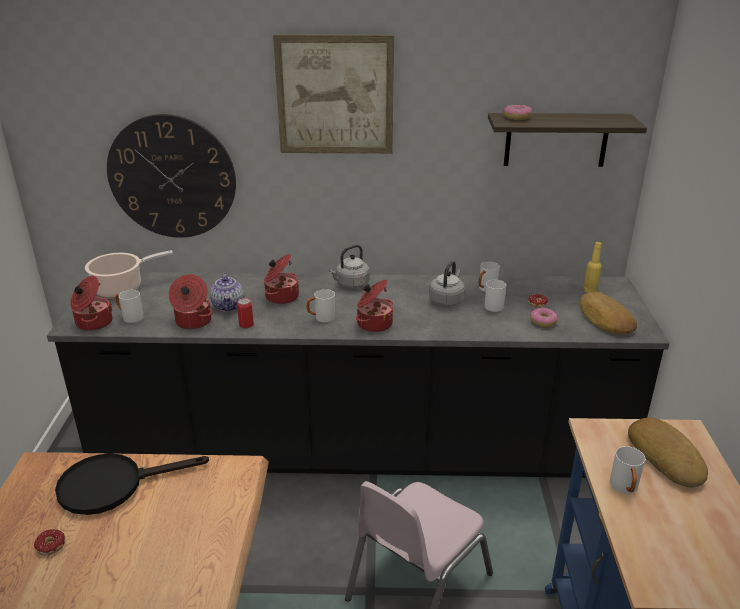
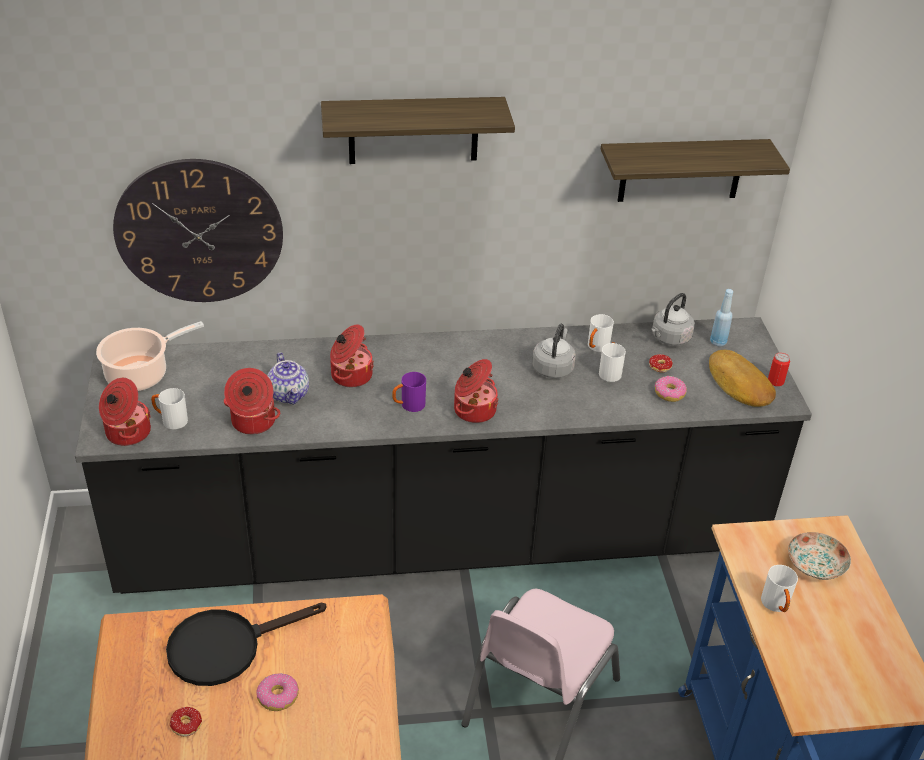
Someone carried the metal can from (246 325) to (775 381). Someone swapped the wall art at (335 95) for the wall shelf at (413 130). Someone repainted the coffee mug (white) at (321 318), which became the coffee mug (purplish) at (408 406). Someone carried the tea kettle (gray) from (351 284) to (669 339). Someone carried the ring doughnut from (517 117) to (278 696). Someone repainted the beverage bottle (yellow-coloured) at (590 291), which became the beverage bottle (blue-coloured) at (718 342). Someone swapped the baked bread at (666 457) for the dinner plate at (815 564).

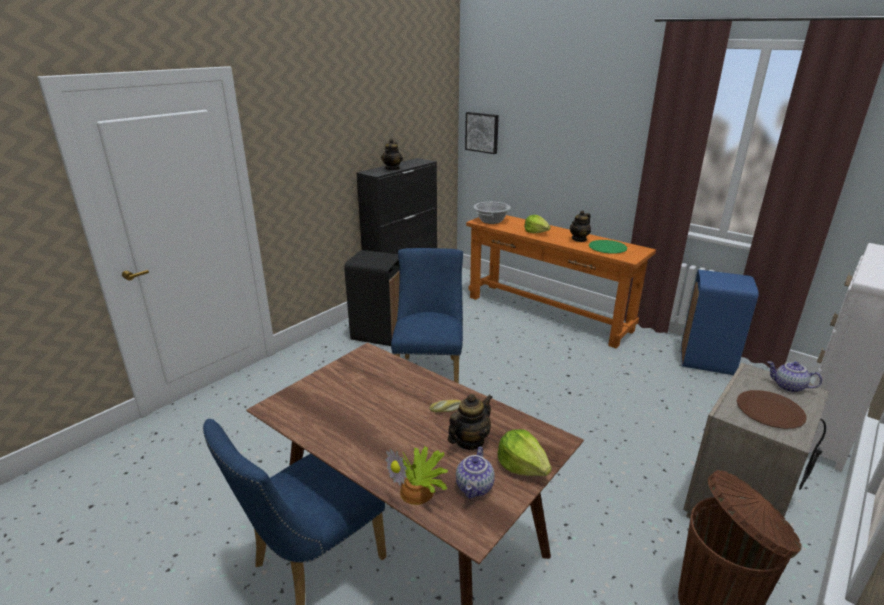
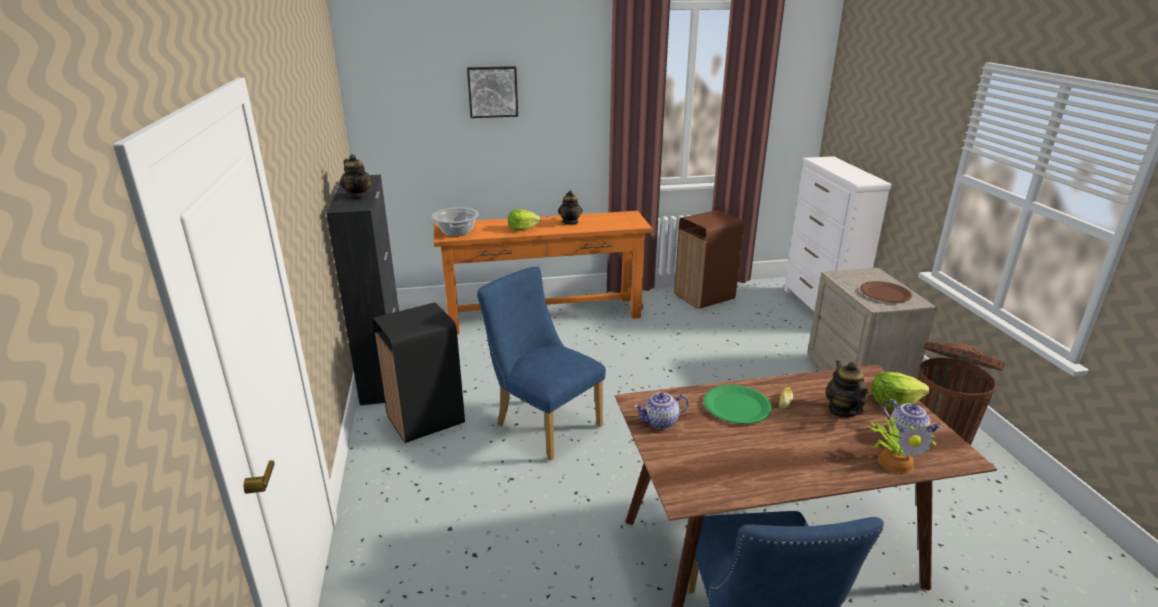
Someone carried the wall art from (482 132) to (492 91). Someone carried the dinner plate (green-coloured) from (607 248) to (737 406). Someone repainted the trash can (blue-coloured) at (707 361), which became the trash can (brown-coloured) at (705 297). Someone carried the tea pot from (788 387) to (660 423).

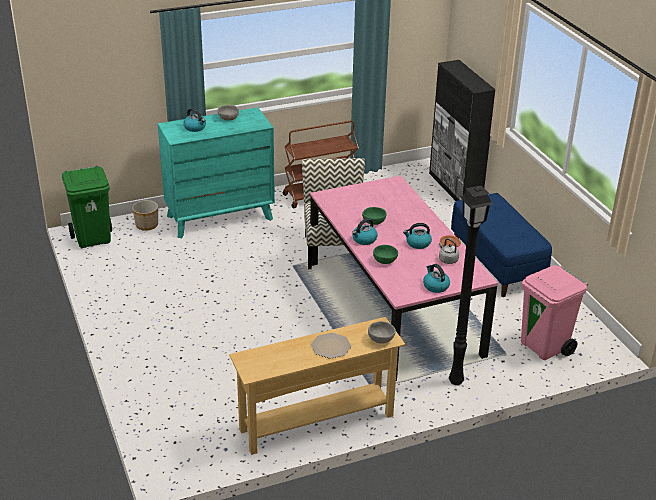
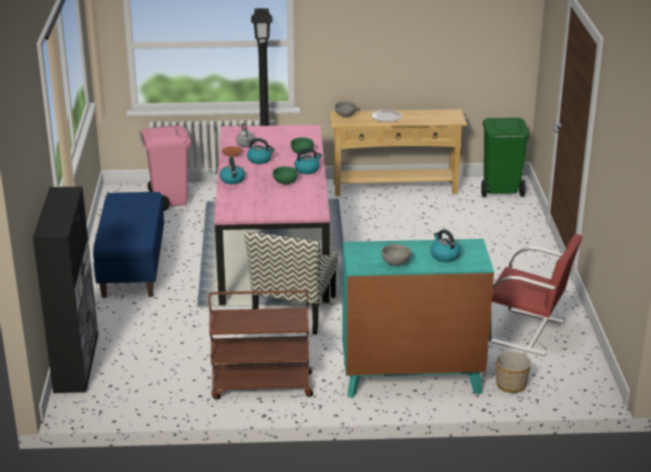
Someone carried the trash can (green-coloured) from (93 238) to (500 191). Someone carried the tea kettle from (435 286) to (233 180). Someone put down the chair (red-coloured) at (528 332).

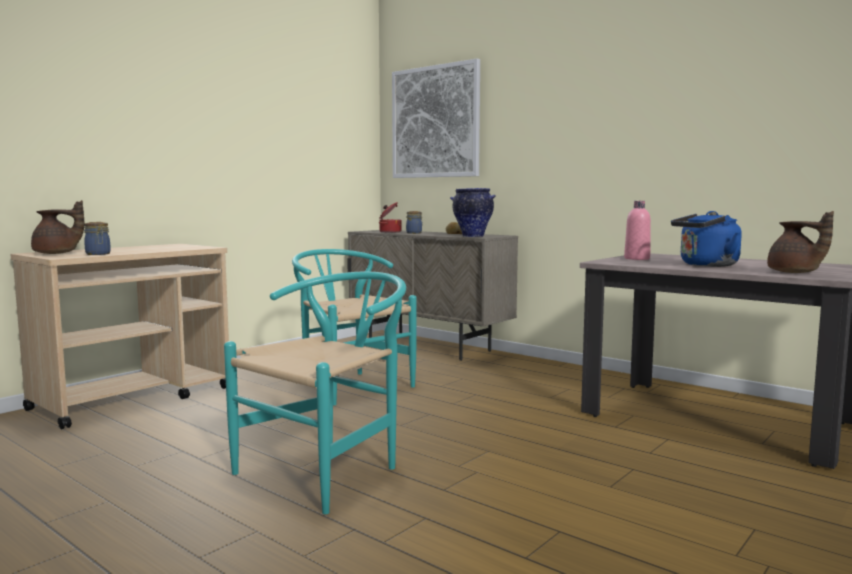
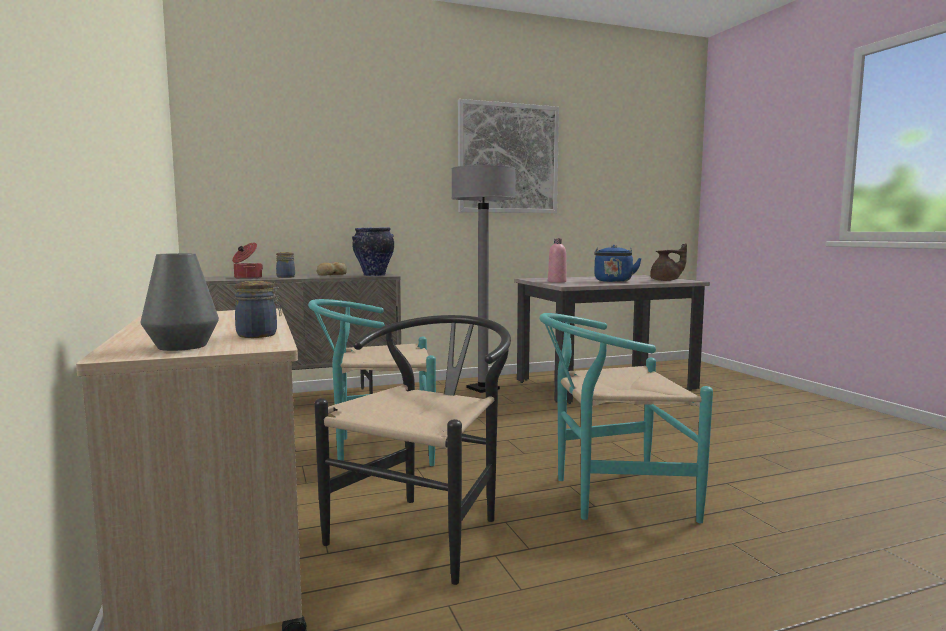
Someone swapped the tea pot (brown-coloured) at (57 253) for the flower vase (gray) at (182 346). Someone rotated the chair (turquoise) at (329 469) by 75 degrees counterclockwise. Someone carried the wall art from (435 122) to (508 158). Someone put down the chair (black) at (427 529). Someone put down the standing lamp (gray) at (483 389).

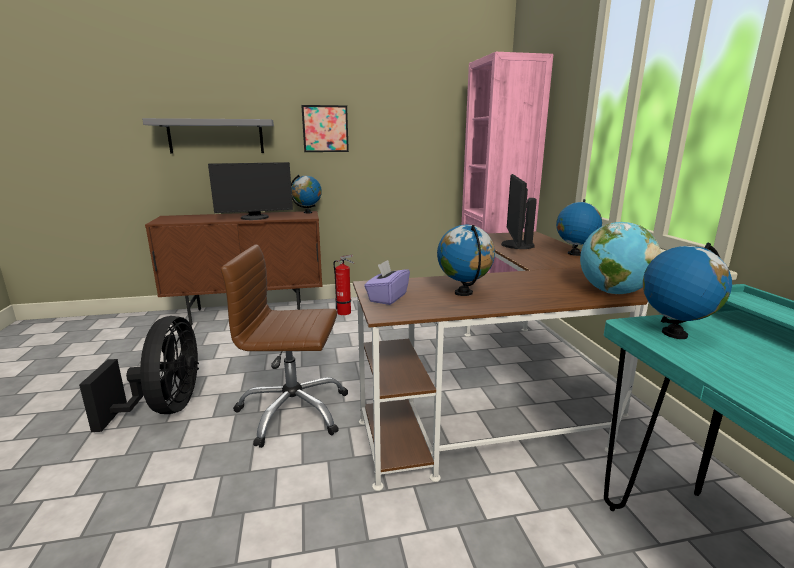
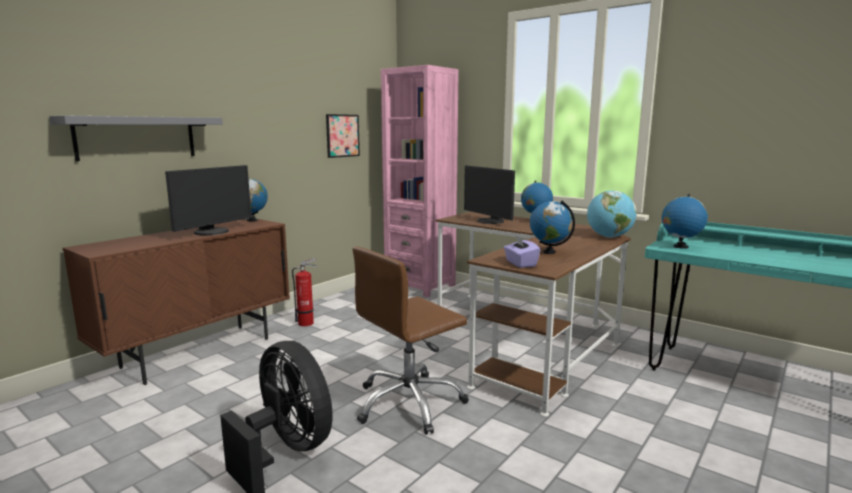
Someone carried the wall art from (325 129) to (342 135).

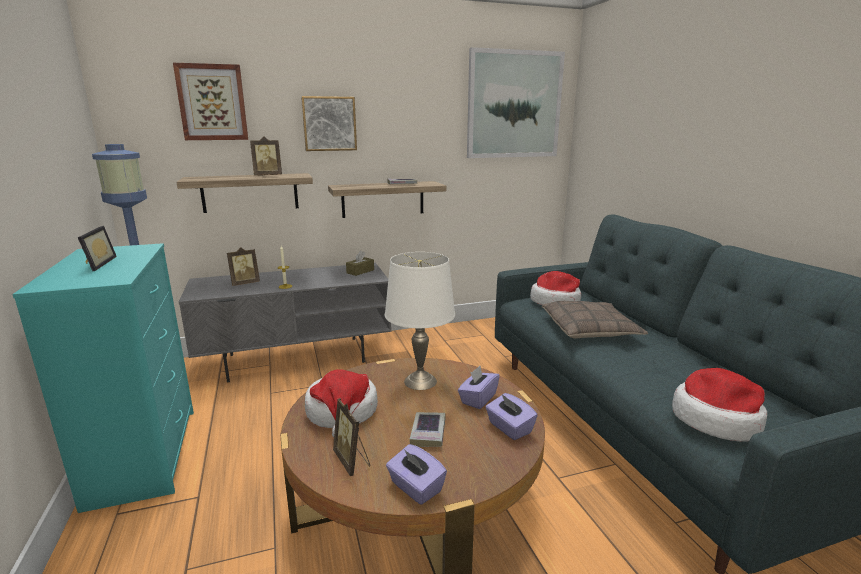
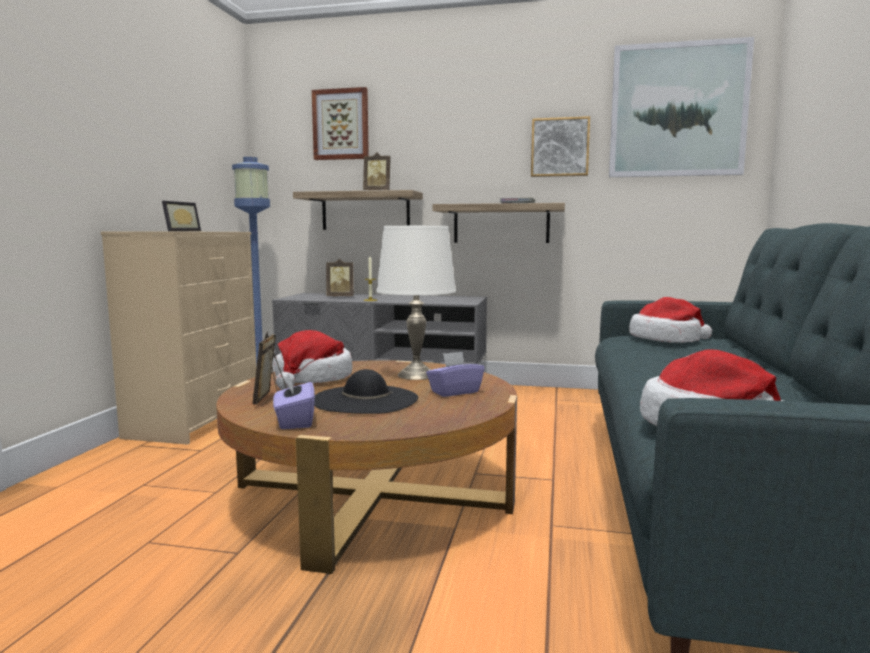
Someone repainted the drawer chest (turquoise) at (144 454), which became the drawer chest (beige-coloured) at (195 420). Someone carried the wall art from (329 124) to (560 147). Someone took away the tissue holder (brown-coloured) at (360 271). Someone swapped the bound book at (428 432) for the wearable hat (black) at (365 399). Someone took away the tissue holder (purplish) at (509 428). Someone took away the cushion at (590 329).

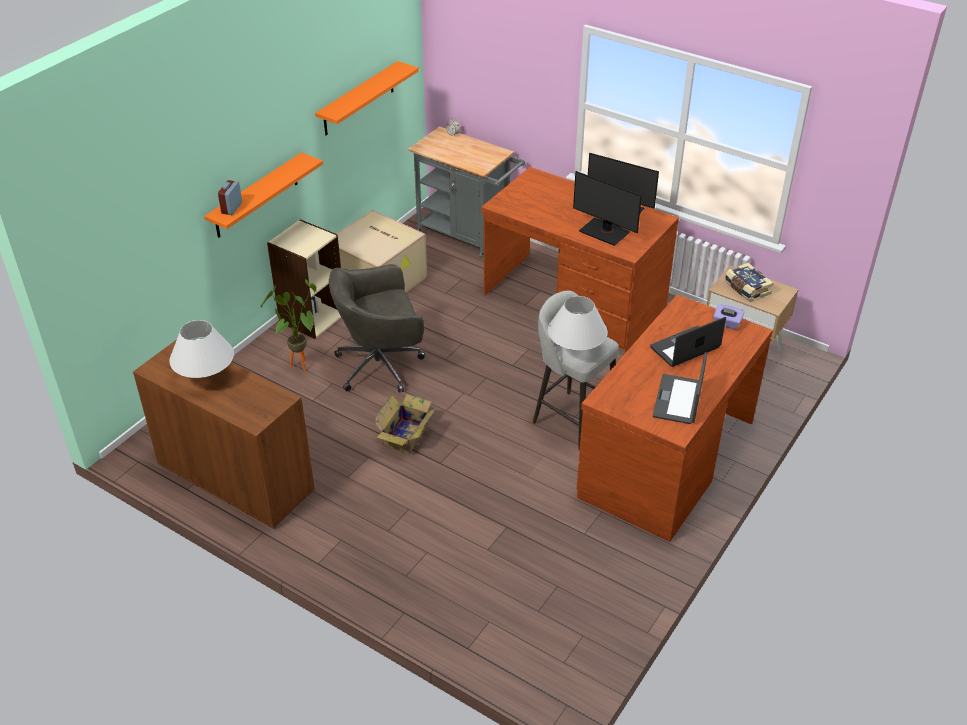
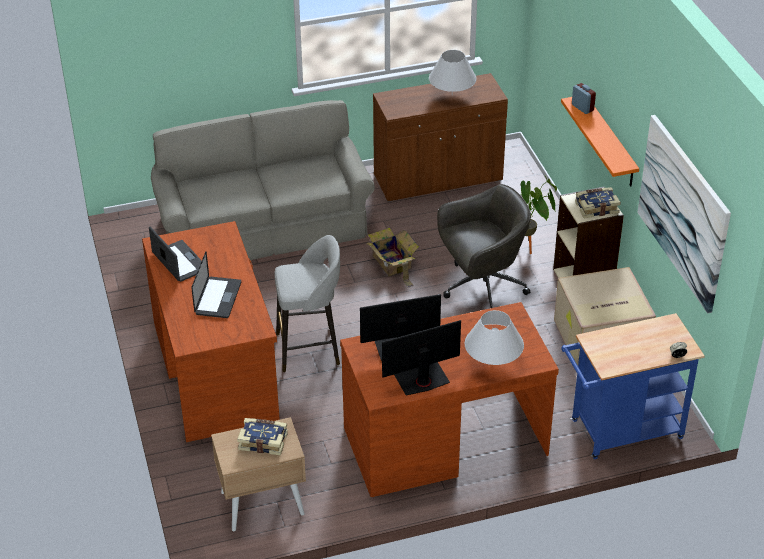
Someone swapped the wall shelf (orange) at (358 99) for the wall art at (683 212). Someone rotated the desk chair (gray) at (381 365) by 45 degrees clockwise. Someone repainted the trolley (gray) at (468 236), which became the trolley (blue-coloured) at (620 432). Someone carried the tabletop lamp (white) from (576 350) to (493 362). Someone took away the tissue holder (purplish) at (726 323). Someone put down the couch (gray) at (264 227). Someone put down the bound book at (596 207).

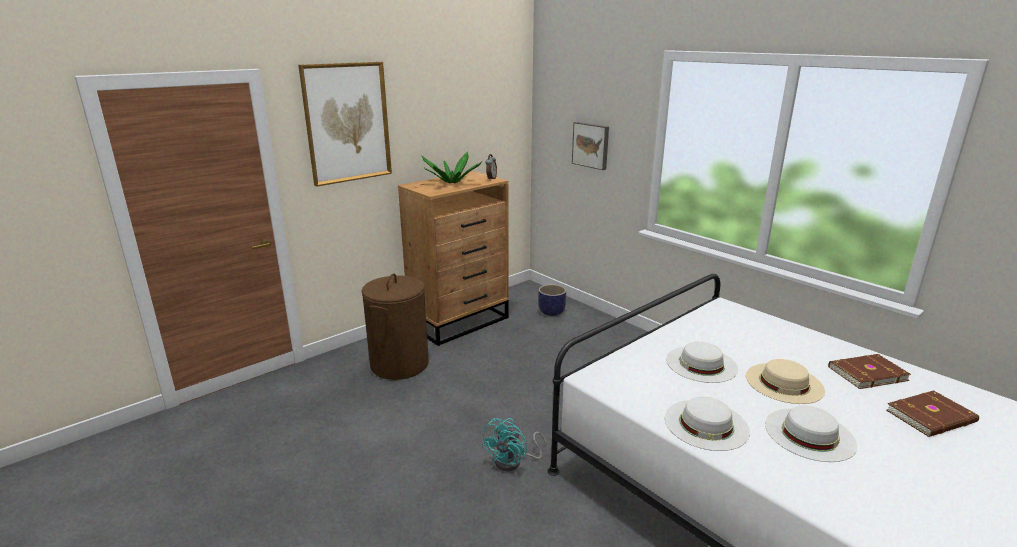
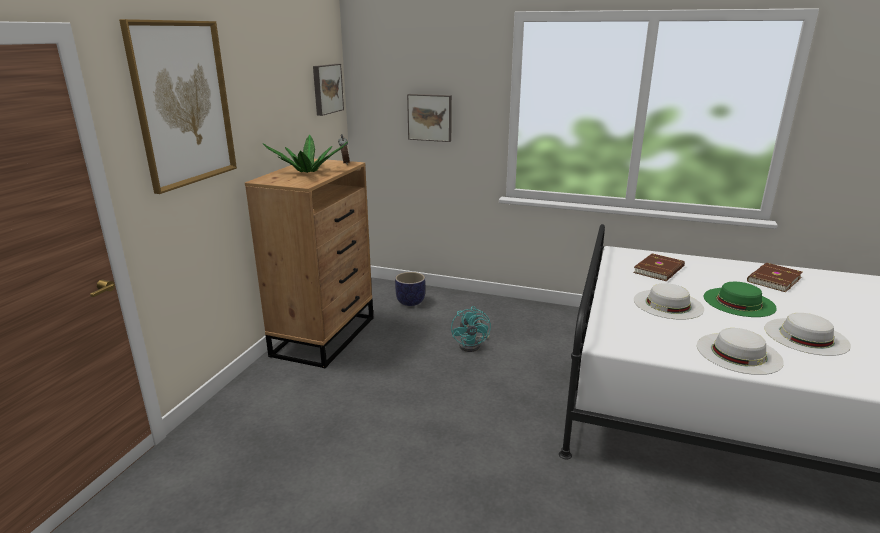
Someone took away the laundry basket (brown-coloured) at (399 364). Someone carried the electric fan (turquoise) from (513 462) to (473 345). Someone repainted the wearable hat (beige-coloured) at (784 383), which became the wearable hat (green-coloured) at (738 302). Someone carried the bound book (brown-coloured) from (932 417) to (659 270). Someone put up the wall art at (326 89).

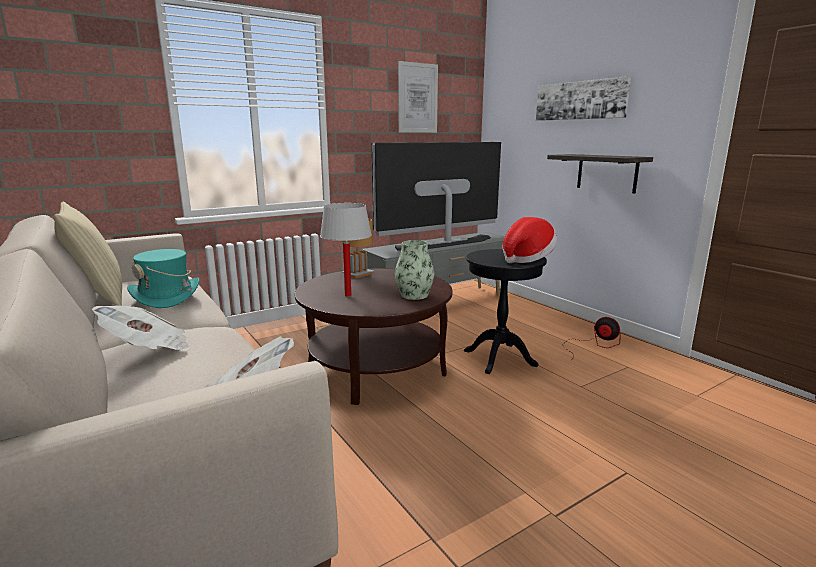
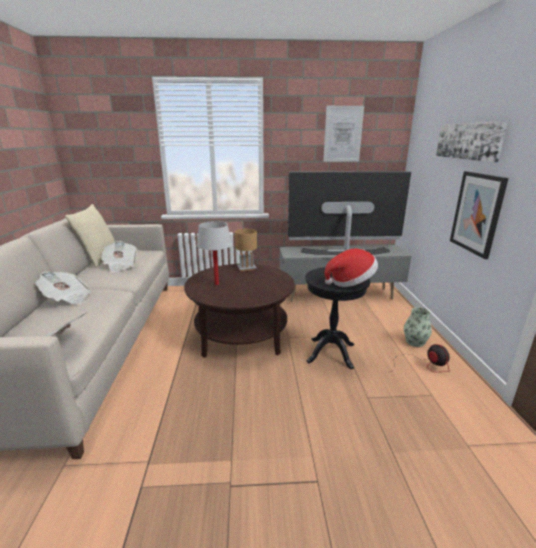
Someone swapped the wearable hat (turquoise) at (166 296) for the printed paper at (120 265). Someone carried the flower vase from (414 295) to (415 342). Someone swapped the wall shelf at (607 173) for the wall art at (477 213).

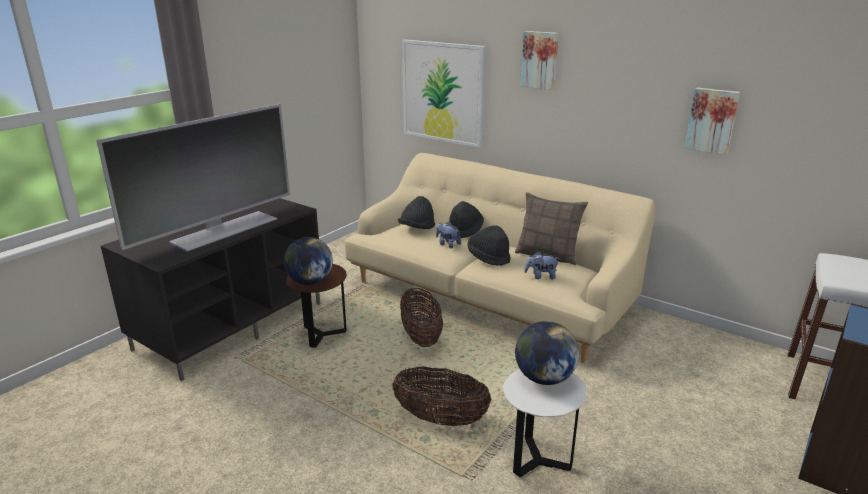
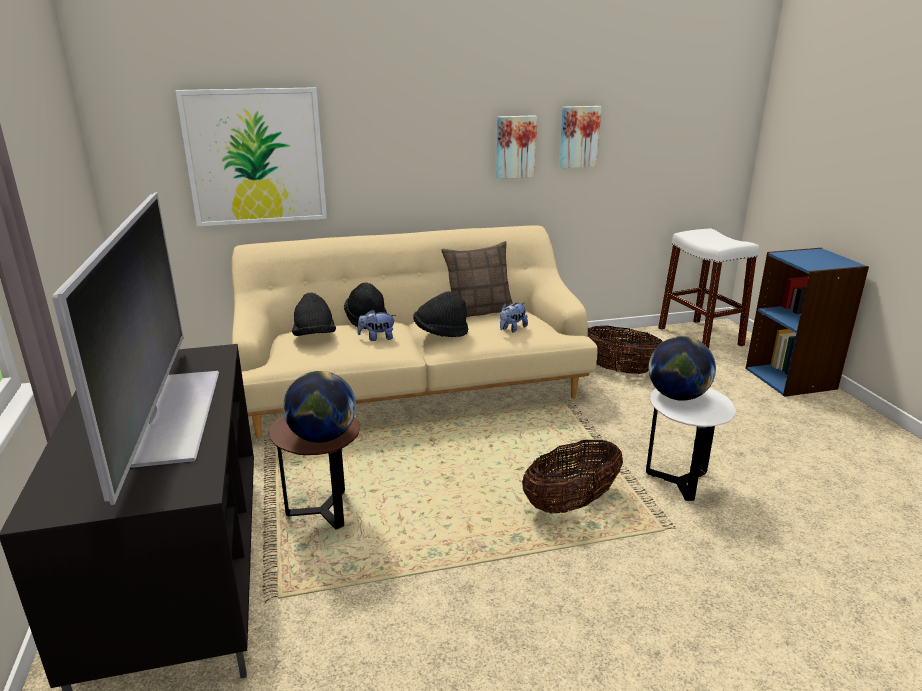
Someone carried the storage basket from (421 337) to (620 370). Someone carried the wall art from (540 60) to (515 146).

